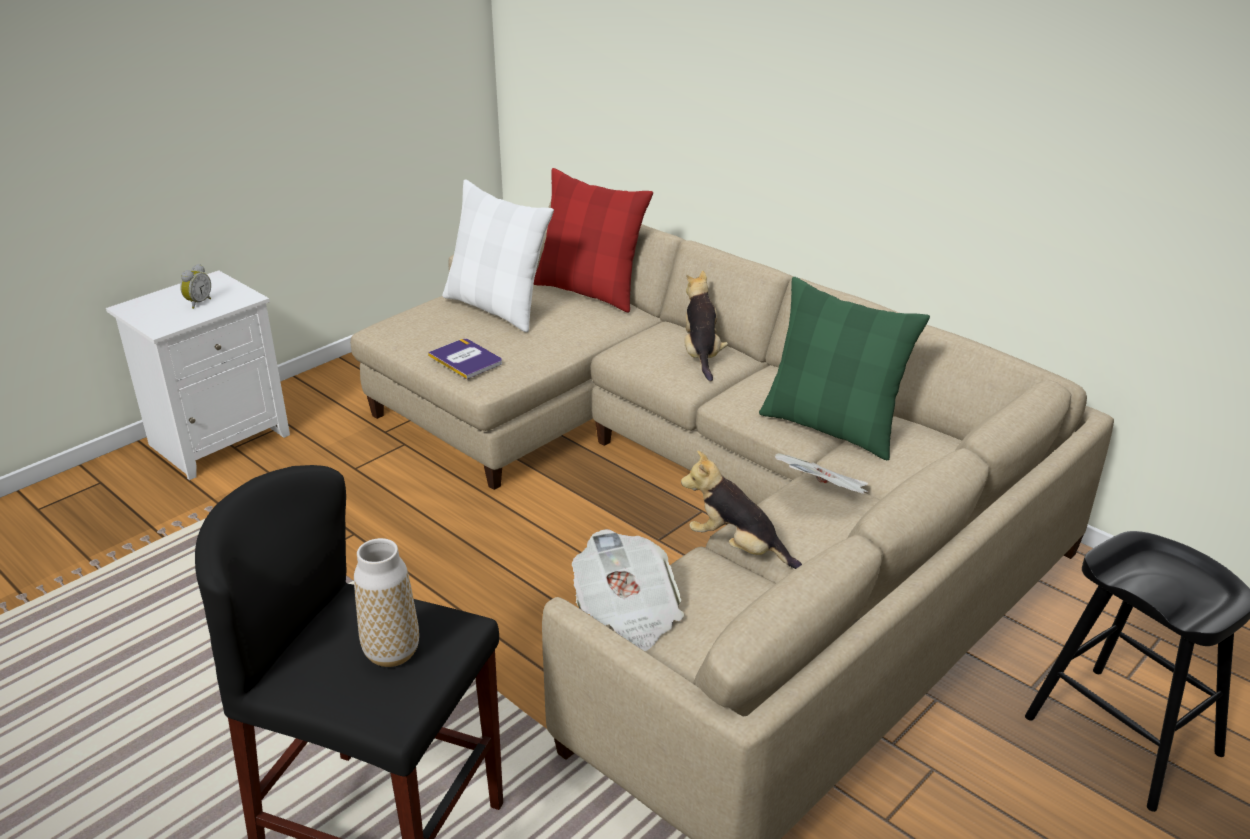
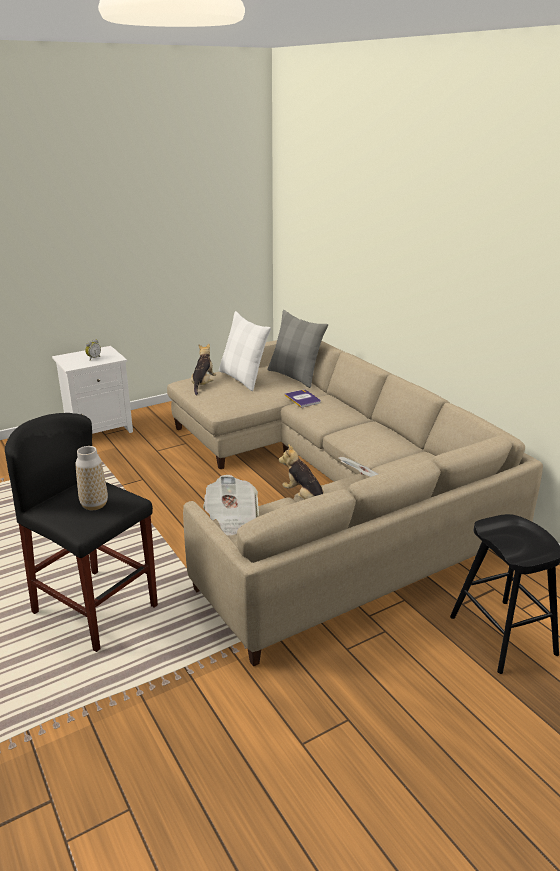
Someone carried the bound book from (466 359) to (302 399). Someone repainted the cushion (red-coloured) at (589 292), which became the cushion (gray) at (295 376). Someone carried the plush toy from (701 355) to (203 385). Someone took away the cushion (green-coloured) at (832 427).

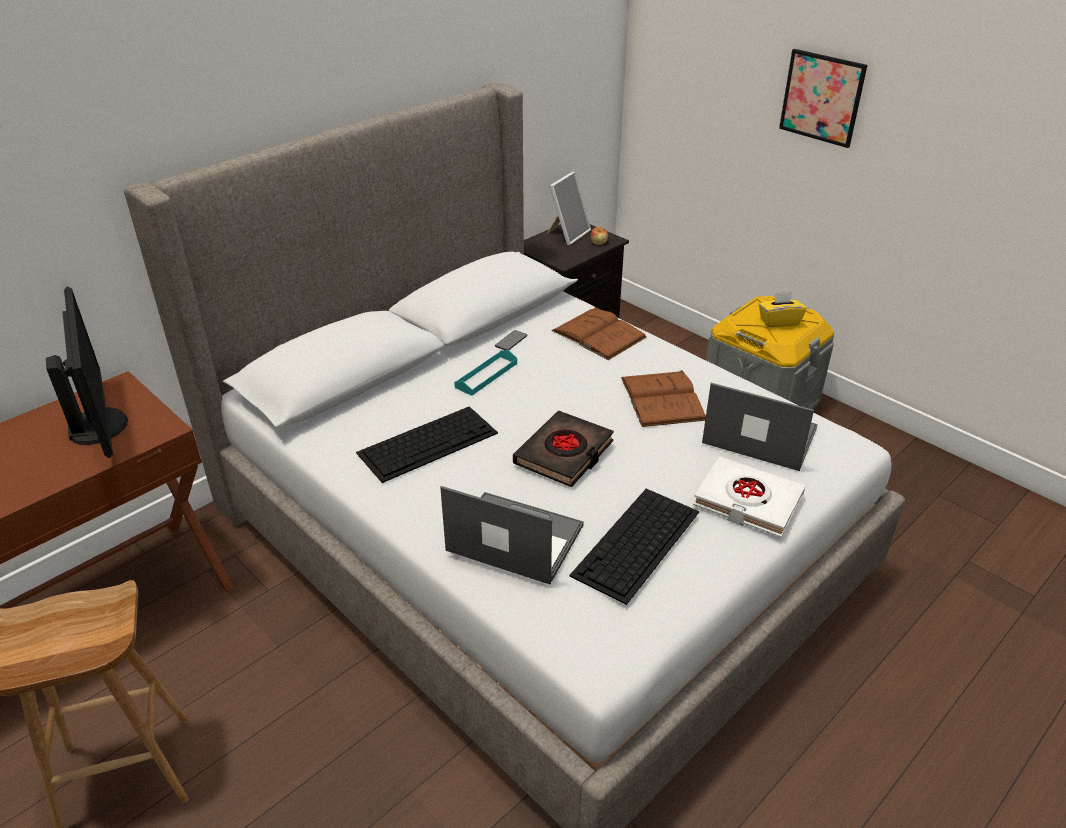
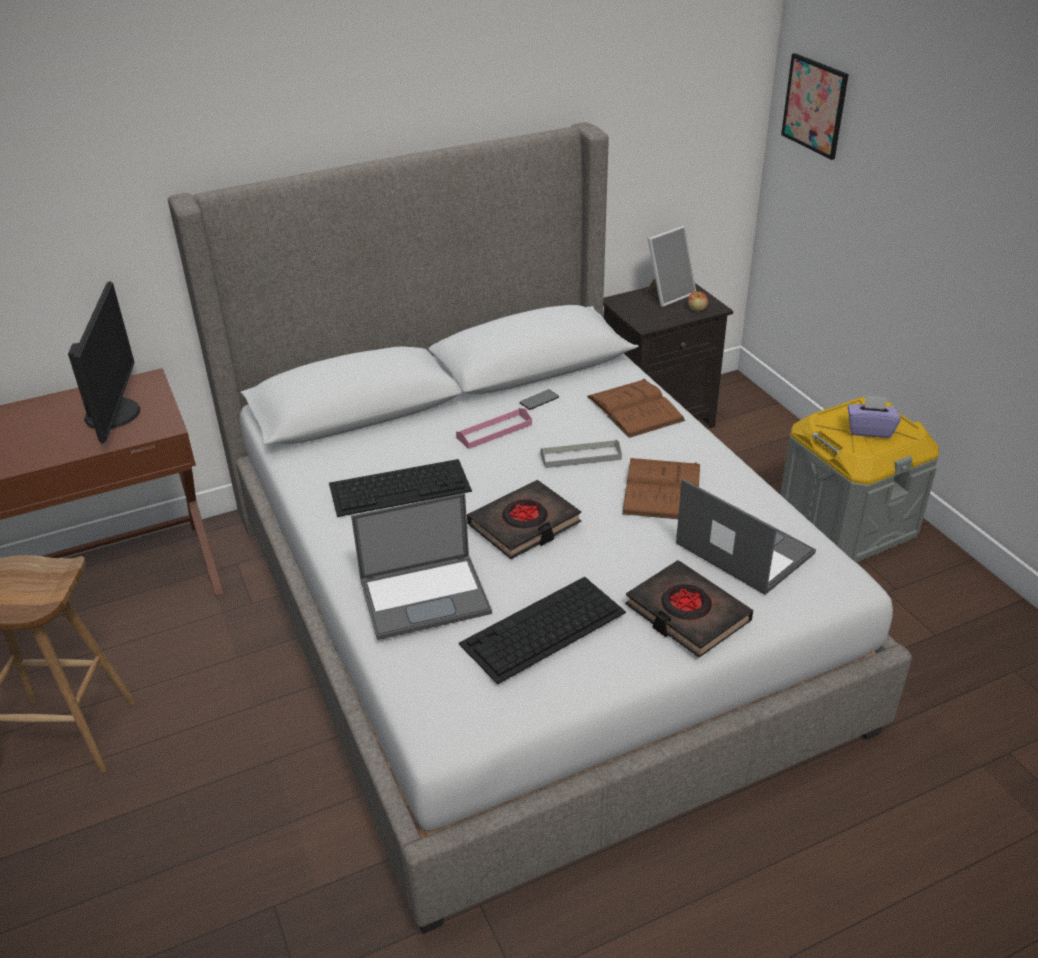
Someone rotated the laptop at (513 538) by 120 degrees clockwise. Someone repainted the tray (turquoise) at (486 375), which became the tray (pink) at (494 431). Someone repainted the bound book (white) at (747 502), which became the bound book (black) at (687 614). Someone repainted the tissue holder (yellow-coloured) at (779 321), which became the tissue holder (purplish) at (869 430). Someone carried the wall art from (822 97) to (814 105). Someone put down the tray (gray) at (581 456).

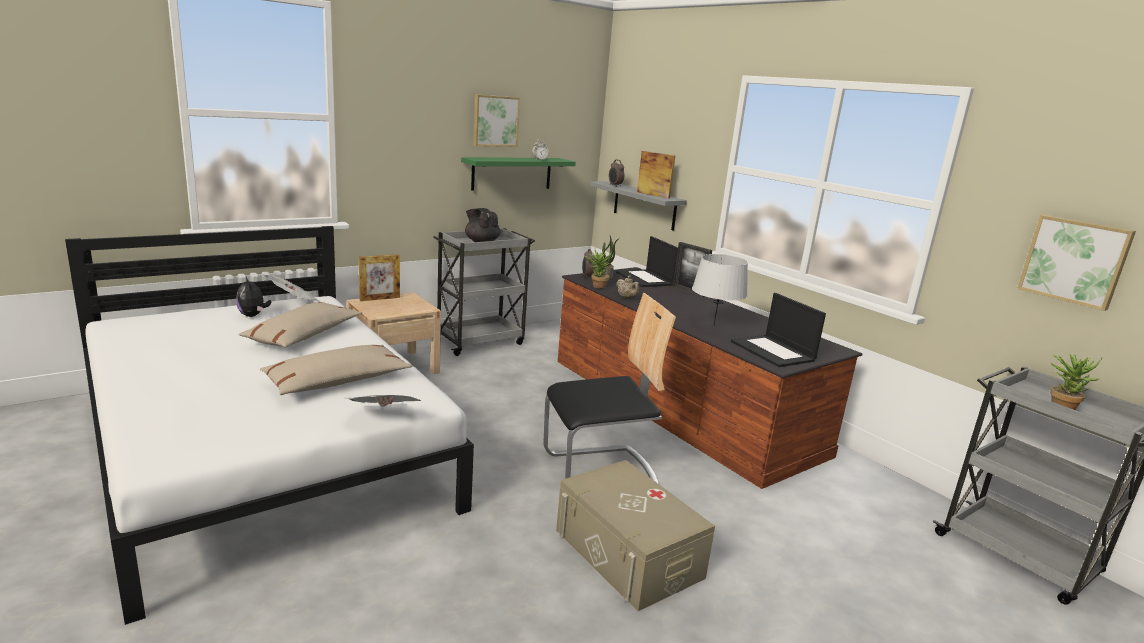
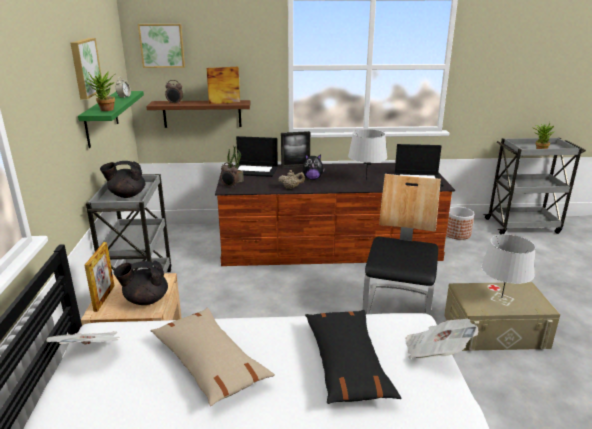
Someone carried the plush toy from (253 315) to (312 178). Someone repainted the cushion (beige-coloured) at (337 381), which became the cushion (black) at (347 364). Someone carried the plant in a pot from (596 286) to (105 110). Someone repainted the wall shelf (gray) at (644 205), which became the wall shelf (brown-coloured) at (202 114). Someone carried the wall art from (1075 261) to (162 45). Someone put down the tea pot (black) at (145 300). Someone put down the planter at (457 233). Someone put down the tabletop lamp (gray) at (501 298).

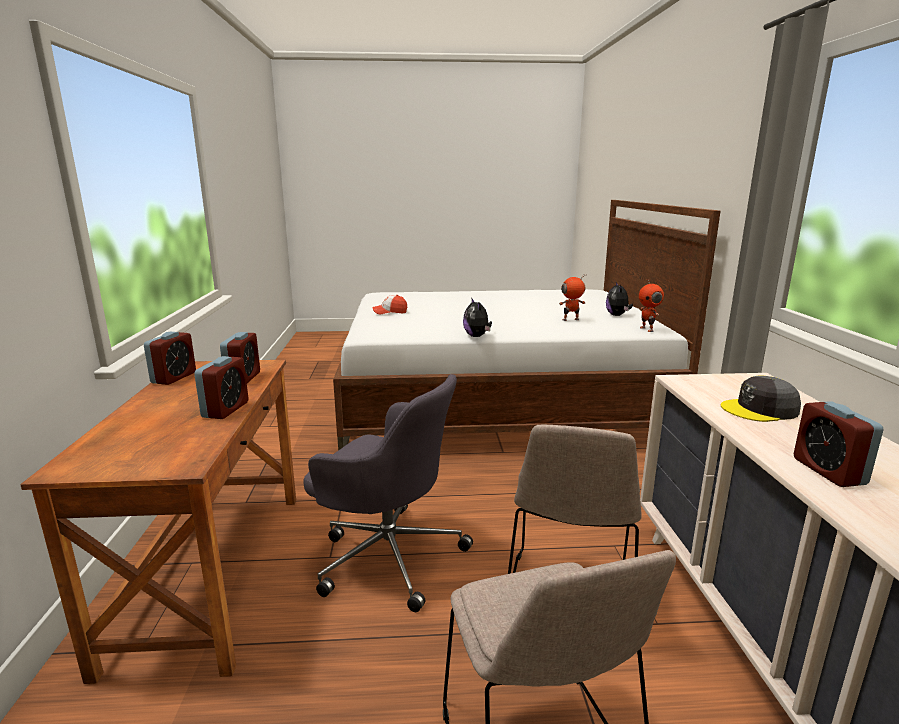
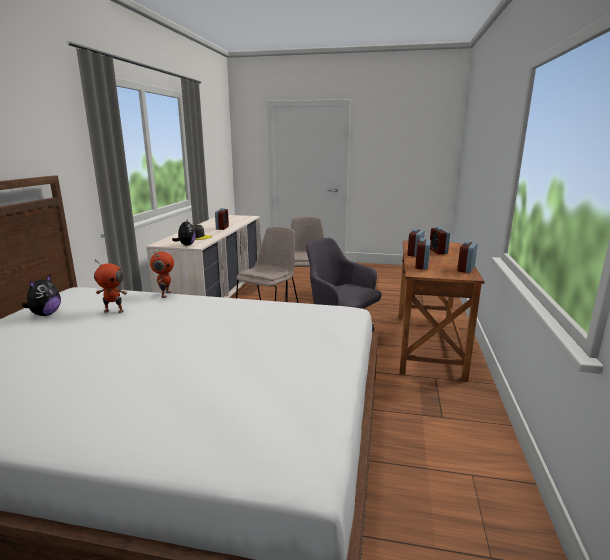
Someone took away the peaked cap at (390 312). Someone carried the plush toy from (477 336) to (186 245). Someone carried the toy robot from (647 329) to (165 294). Someone put down the table clock at (438 251).

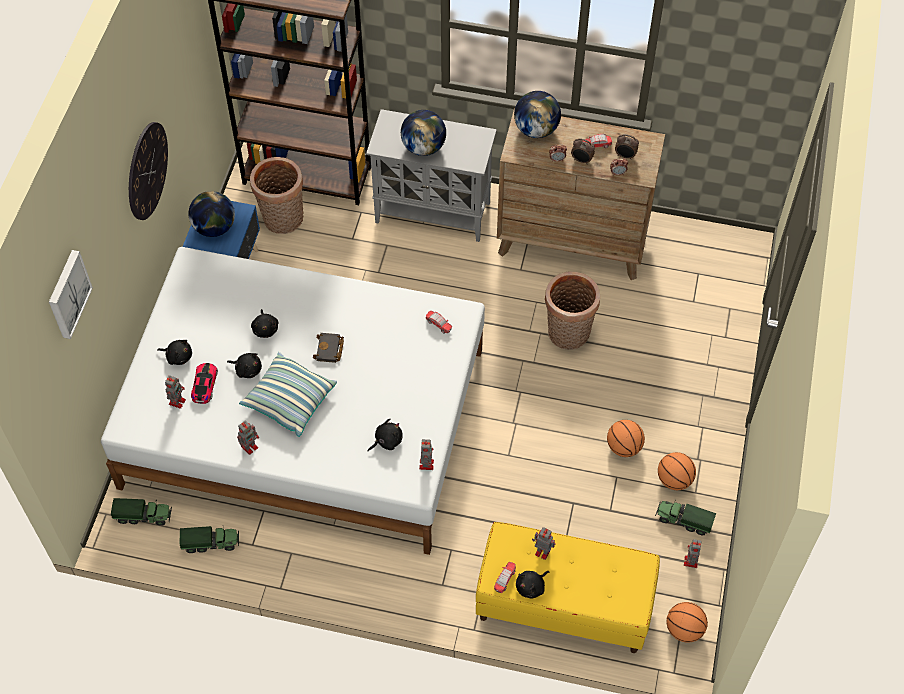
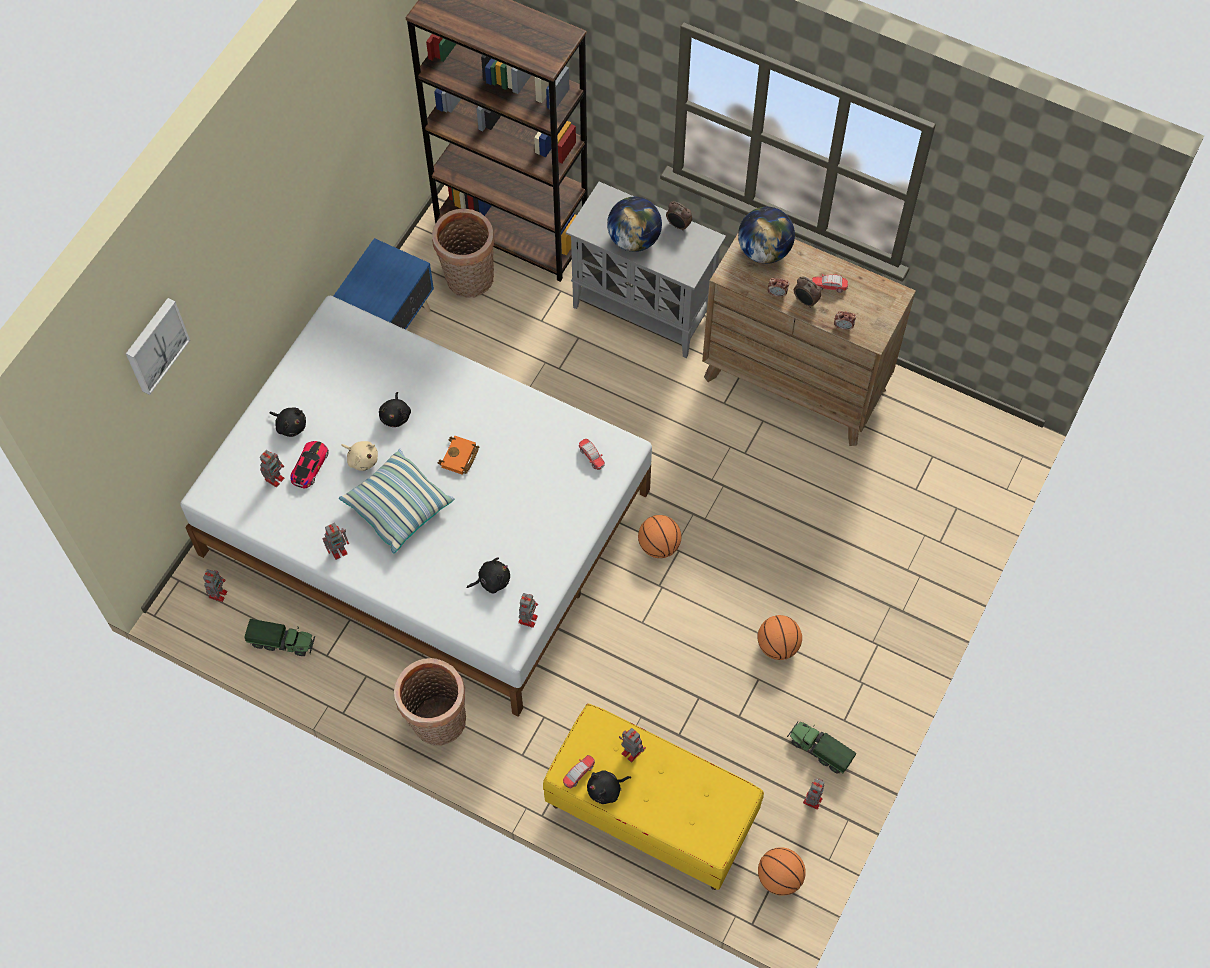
Someone swapped the toy lorry at (144 516) for the toy robot at (218 593). Someone took away the hanging clock at (147 171). Someone took away the globe at (214 228). Someone repainted the plush toy (black) at (247 369), which became the plush toy (beige-coloured) at (362 459). Someone repainted the bound book (black) at (329 350), which became the bound book (orange) at (460 458). Someone carried the storage basket from (568 335) to (437 724). Someone carried the table clock from (625 156) to (678 225). Someone carried the basketball from (674 480) to (659 546).

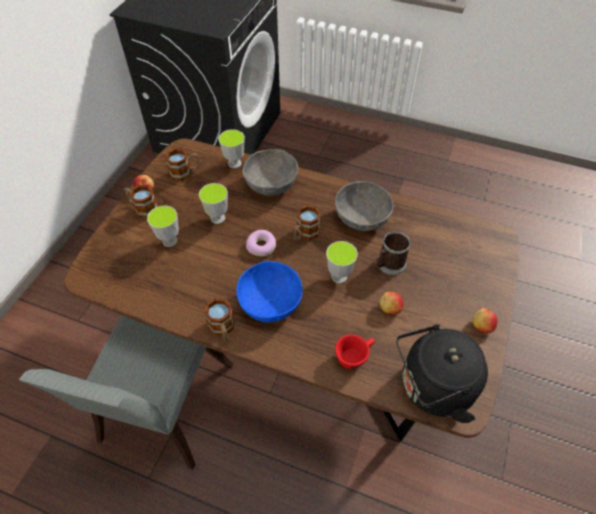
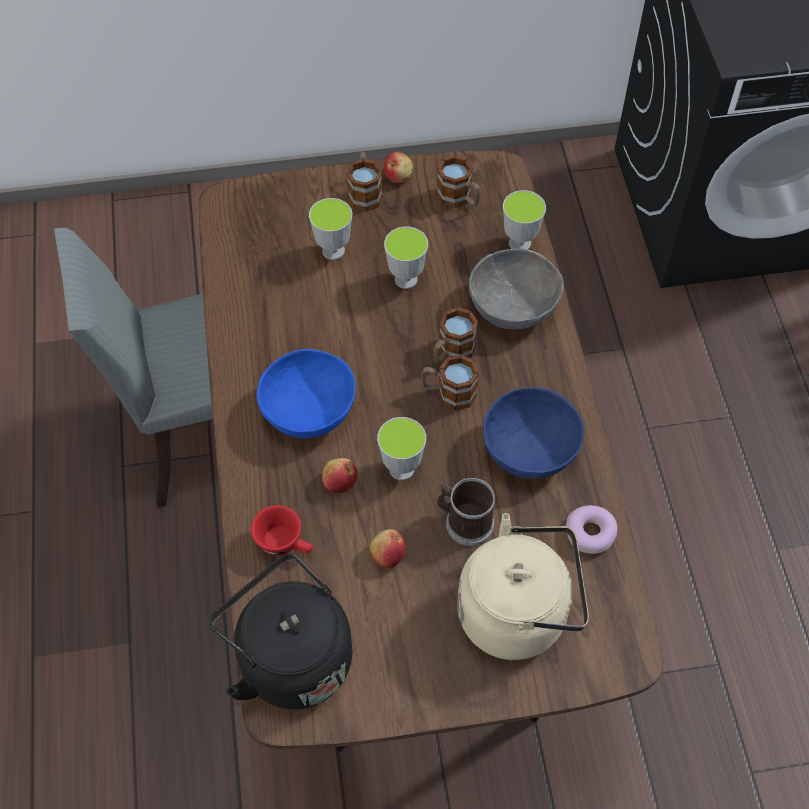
Someone carried the coffee mug from (223 329) to (451 352). Someone carried the ring doughnut from (261 246) to (590 533). Someone repainted the bowl (gray) at (361 218), which became the bowl (blue-coloured) at (529 449). Someone carried the apple fruit from (481 326) to (339 481). Someone put down the tea kettle (beige-coloured) at (519 612).

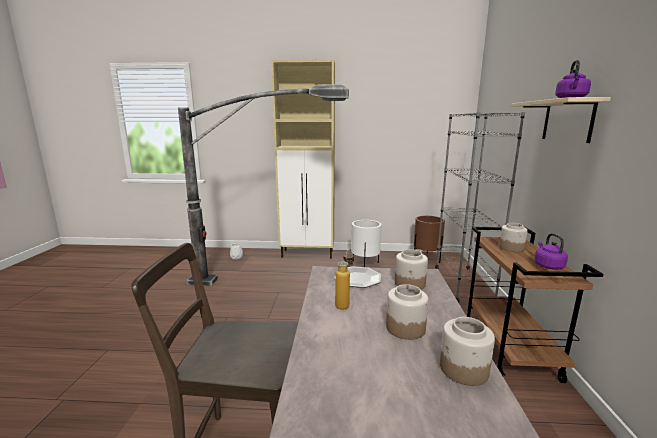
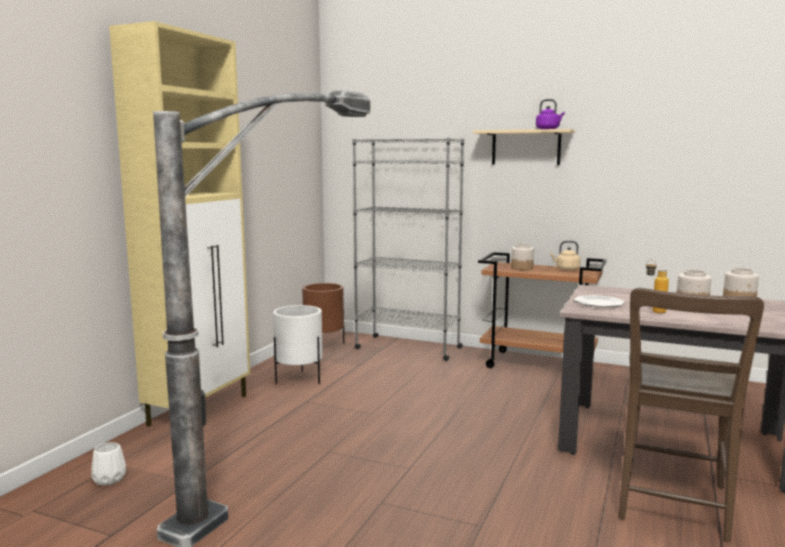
Someone took away the storage jar at (410 284). Someone repainted the tea kettle (purplish) at (548 265), which became the tea kettle (beige-coloured) at (566 269).

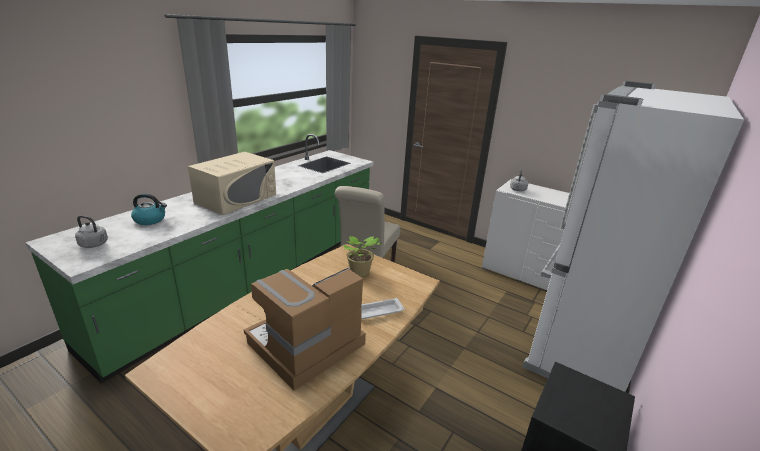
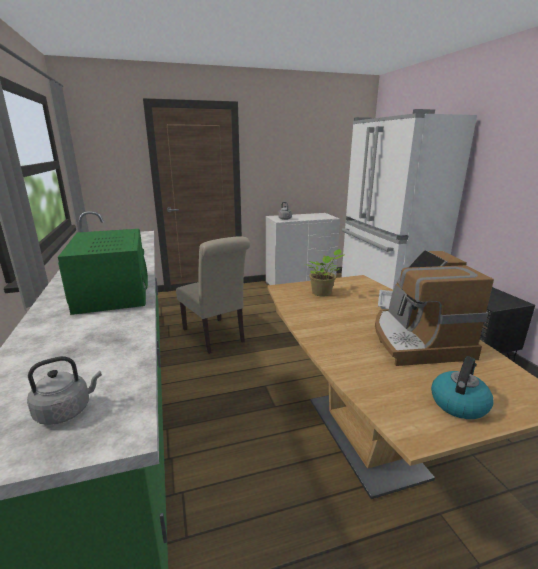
Someone carried the tea kettle from (150 220) to (458 403). Someone repainted the microwave (beige-coloured) at (236 198), which became the microwave (green-coloured) at (113 291).

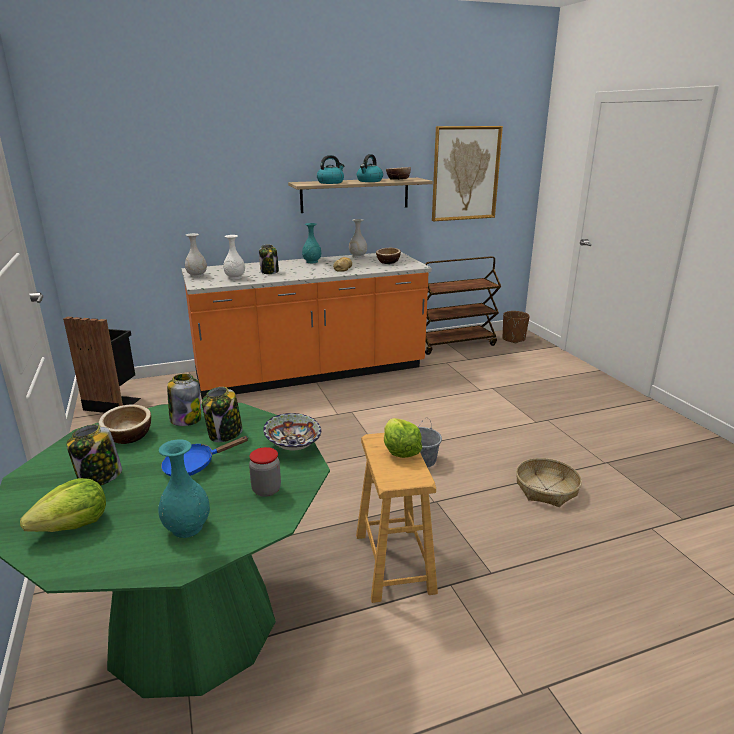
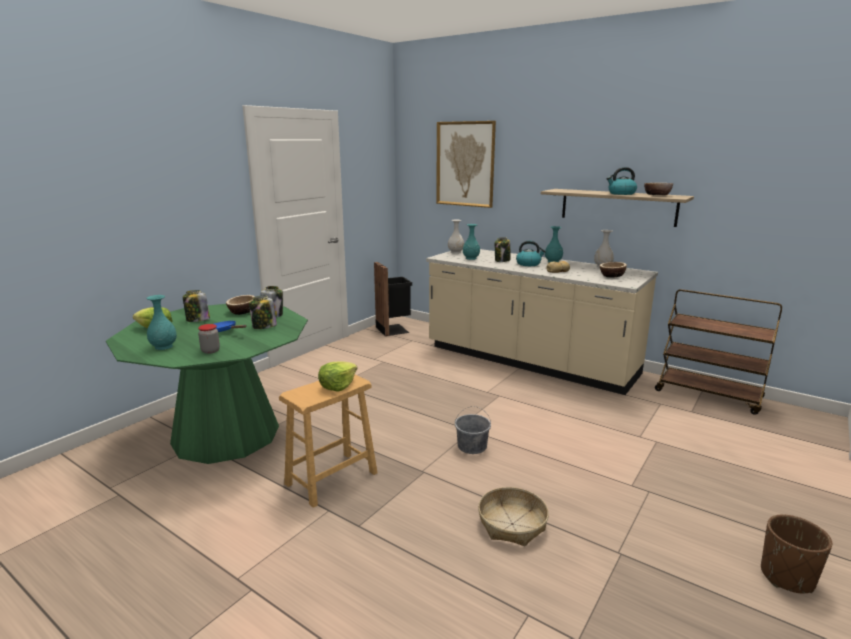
Someone repainted the kitchen base unit (orange) at (311 373), which became the kitchen base unit (beige-coloured) at (529 361). Someone repainted the flower vase (white) at (235 278), which became the flower vase (turquoise) at (470 258). Someone took away the bowl at (292 446). Someone carried the tea kettle from (330 182) to (529 264). Someone carried the wall art from (465 173) to (465 164). Someone carried the planter (brown-coloured) from (513 339) to (787 577).

